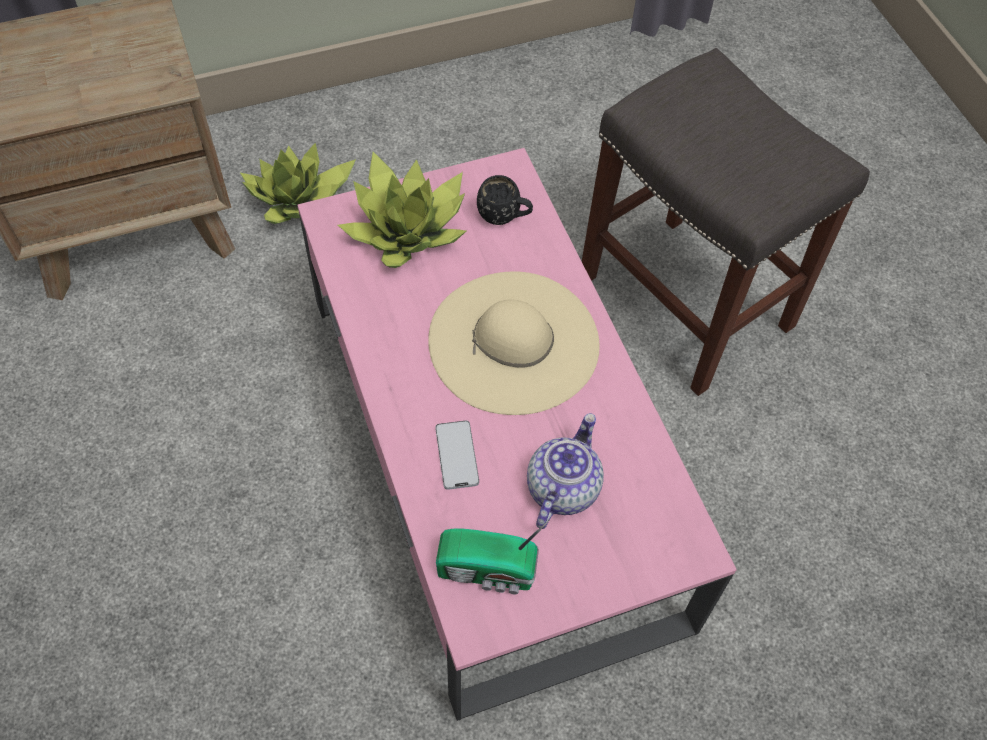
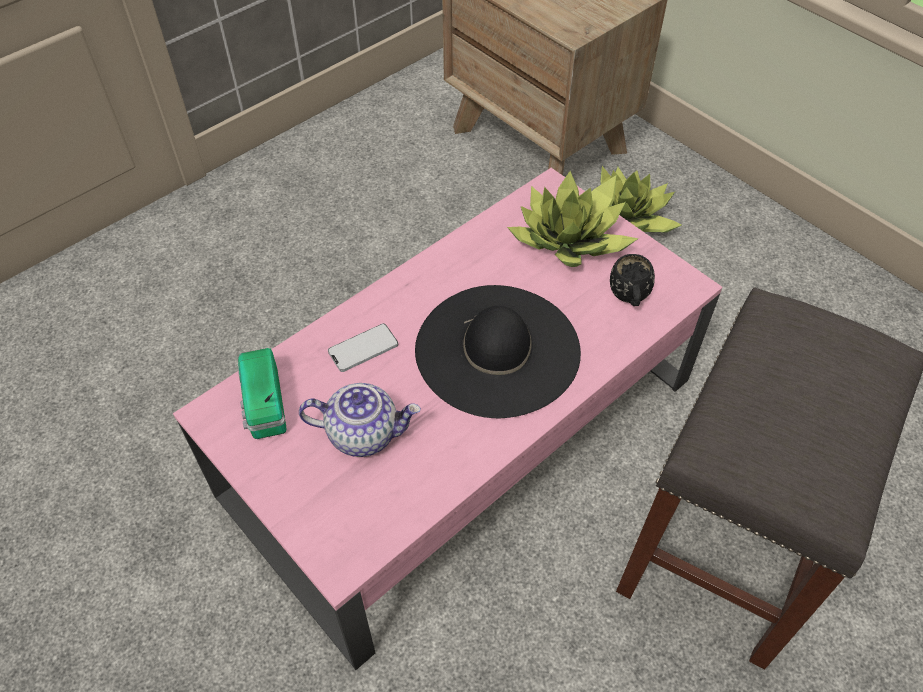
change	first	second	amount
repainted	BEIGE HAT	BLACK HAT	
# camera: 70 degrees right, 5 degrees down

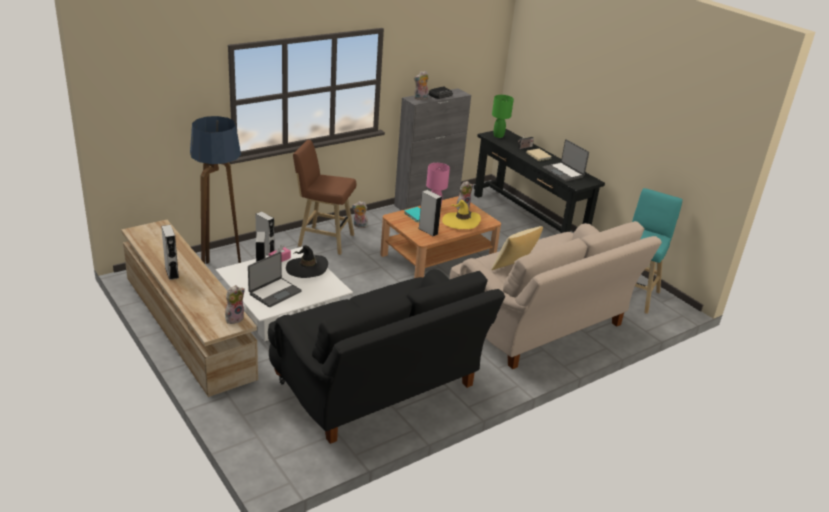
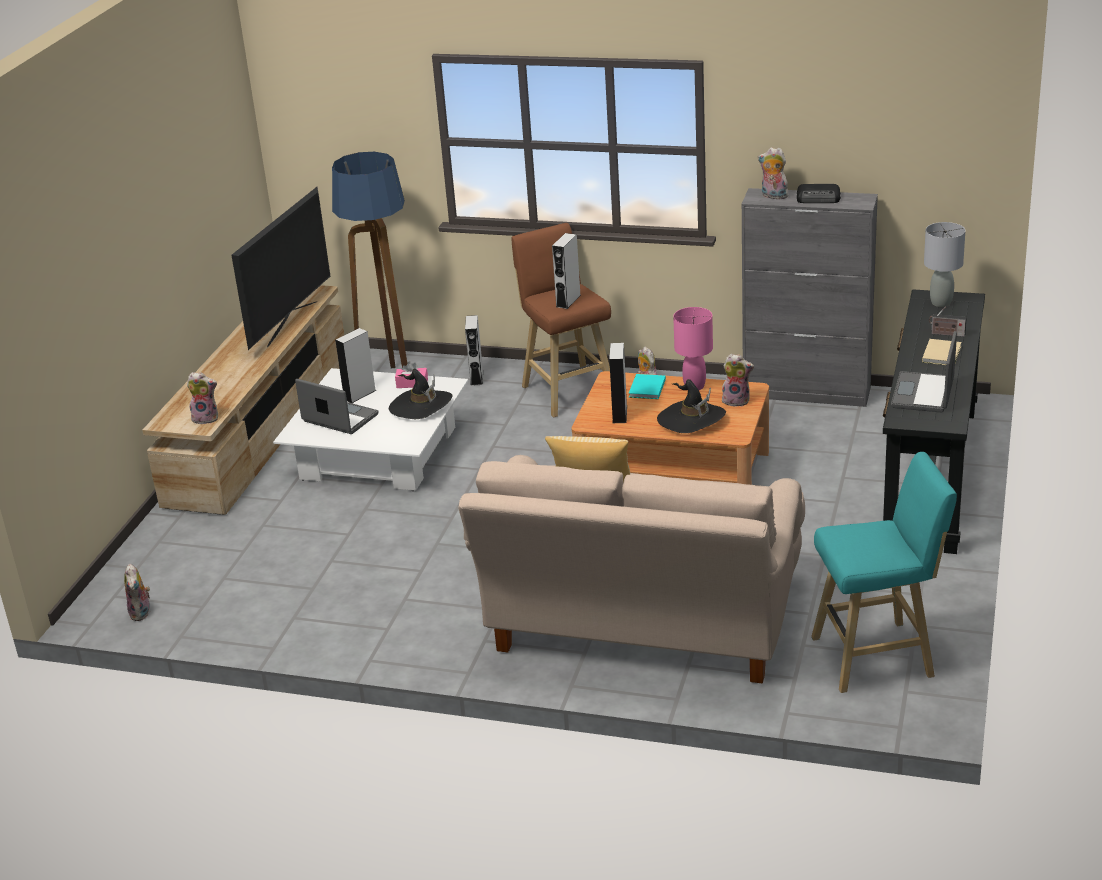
change	first	second	amount
gone	BLACK SOFA		
new		PLUSH TOY (no. 1 from left)	
new		TELEVISION	
shifted	GREY SPEAKER (no. 1 from left in the first image)	GREY SPEAKER (no. 3 from left)	
repainted	YELLOW HAT	BLACK HAT (no. 2 from left)	
repainted	GREEN TABLE LAMP	GREY TABLE LAMP	
rotated	LAPTOP (no. 1 from left)		150 degrees counterclockwise
# camera: 55 degrees right, 0 degrees up

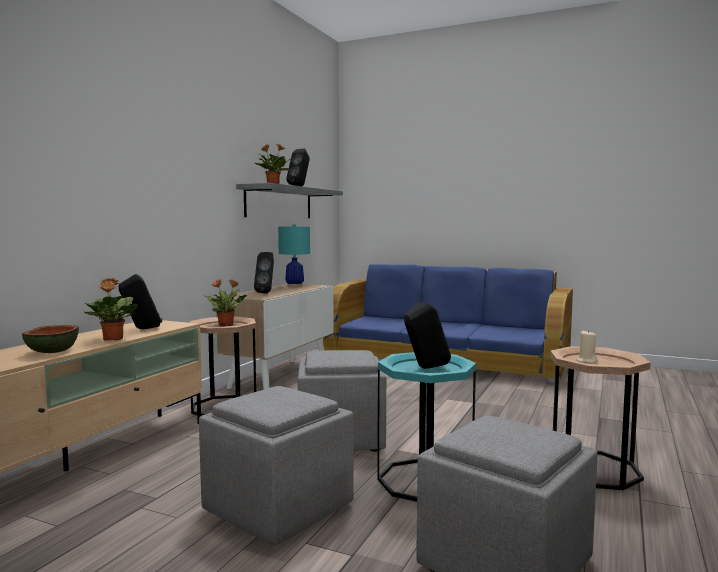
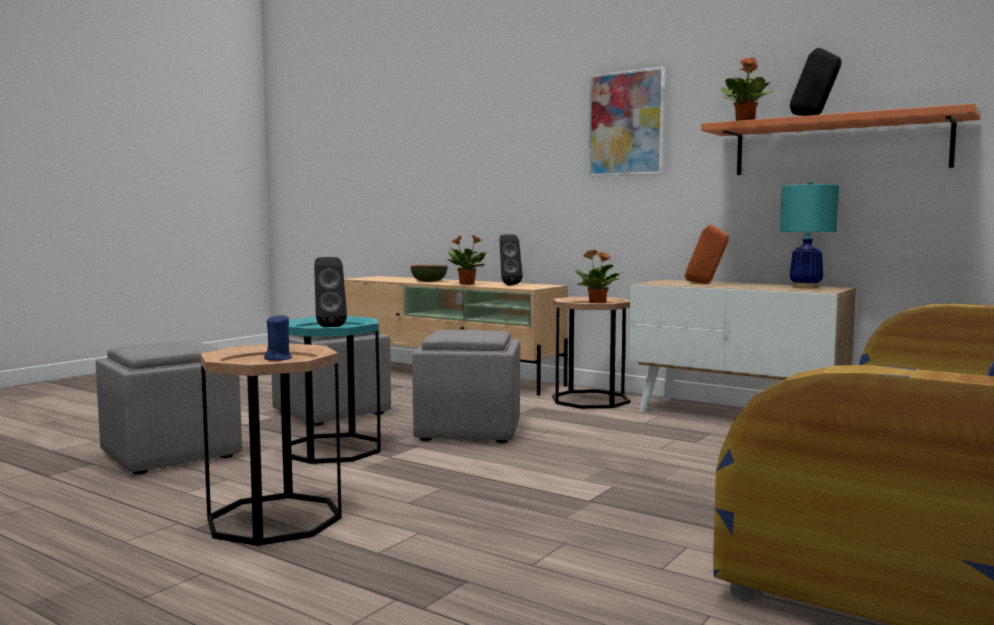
change	first	second	amount
new		PICTURE	
repainted	GREY SHELF	ORANGE SHELF	
repainted	BLACK SPEAKER (no. 2 from left)	ORANGE SPEAKER	
repainted	BEIGE CANDLE	BLUE CANDLE	
# camera: 100 degrees right, 0 degrees up

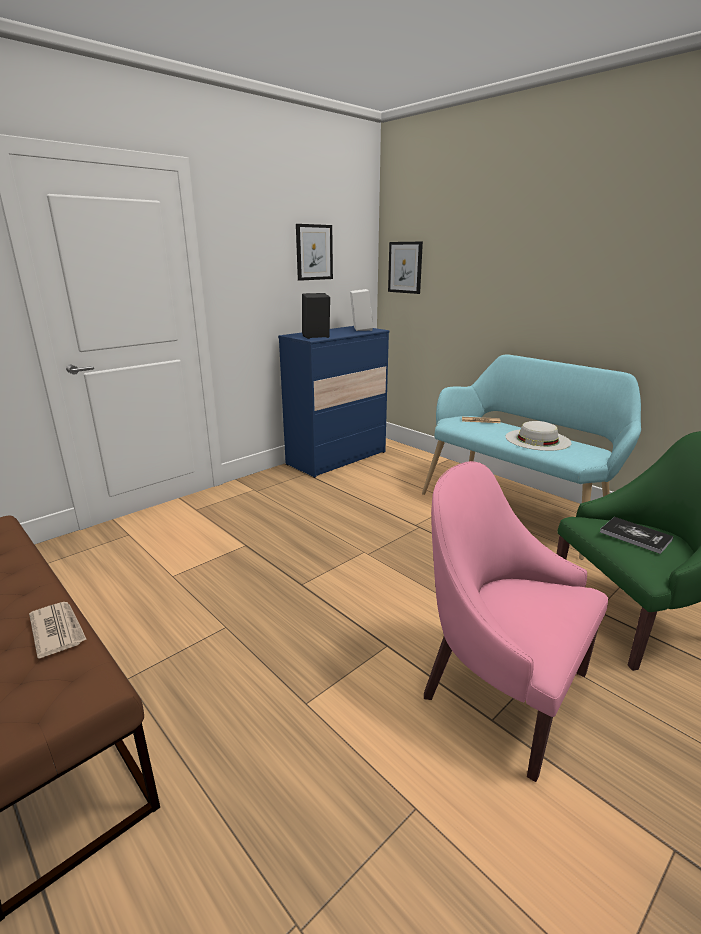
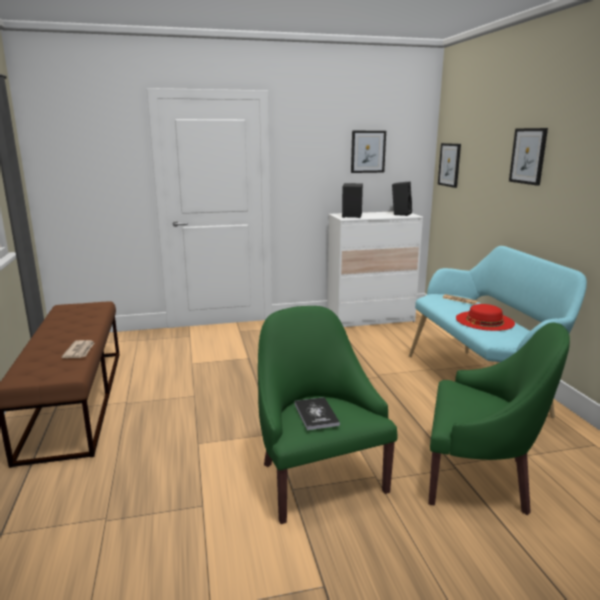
change	first	second	amount
new		PICTURE (no. 3 from left)	
shifted	BOOK		
repainted	BLUE DRESSER	WHITE DRESSER	
repainted	WHITE SPEAKER	BLACK SPEAKER (no. 2 from left)	
repainted	PINK ARMCHAIR	GREEN ARMCHAIR (no. 1 from left)	
repainted	WHITE HAT	RED HAT	
# camera: 30 degrees right, 5 degrees down

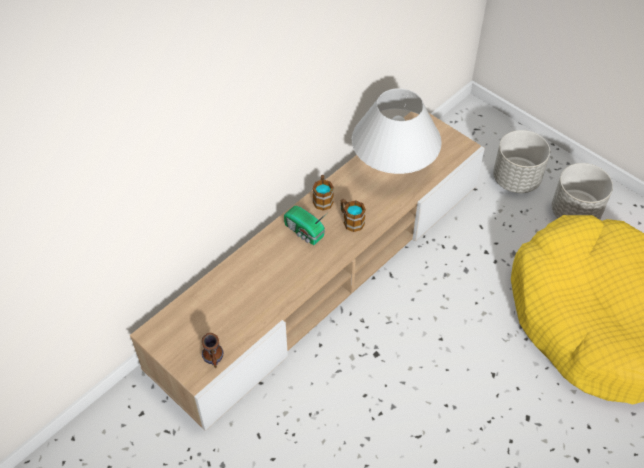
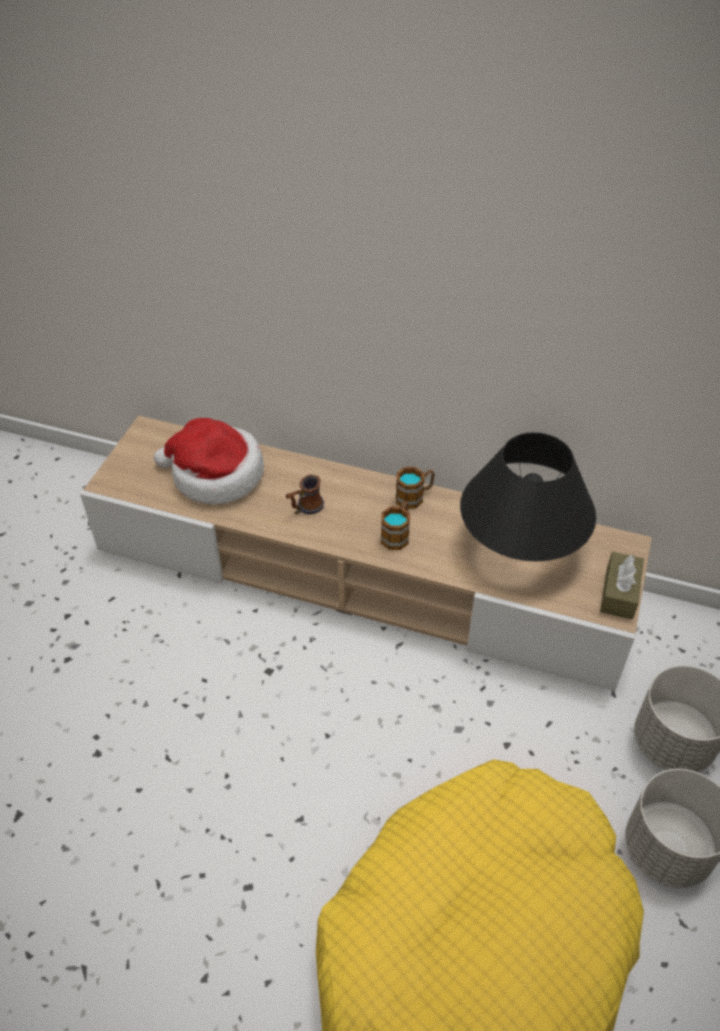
change	first	second	amount
gone	RADIO		
new		HAT	
new		BROWN TISSUE BOX	
shifted	MUG (no. 1 from left)		
repainted	WHITE TABLE LAMP	BLACK TABLE LAMP	
# camera: 65 degrees right, 5 degrees down

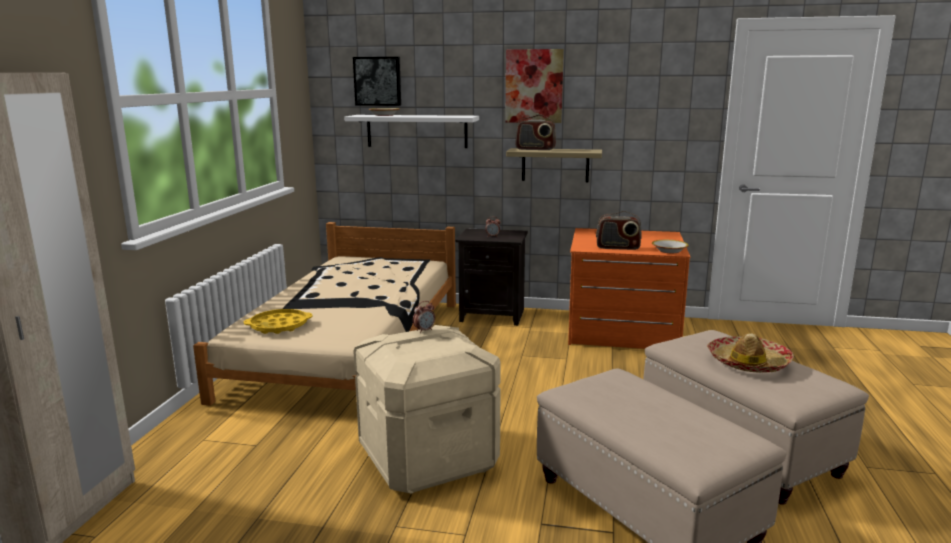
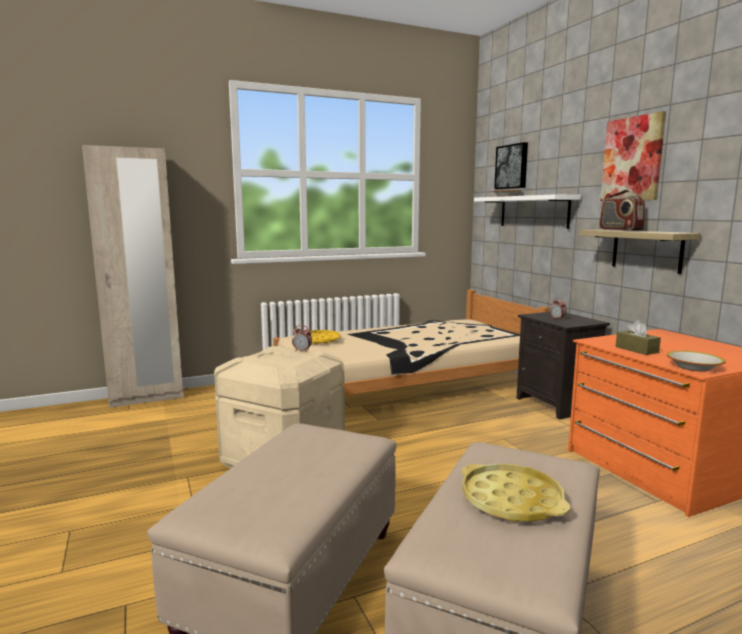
change	first	second	amount
swapped	RADIO (no. 2 from left)	BROWN TISSUE BOX	
swapped	HAT	YELLOW TRAY (no. 2 from left)	
# camera: 55 degrees right, 5 degrees down

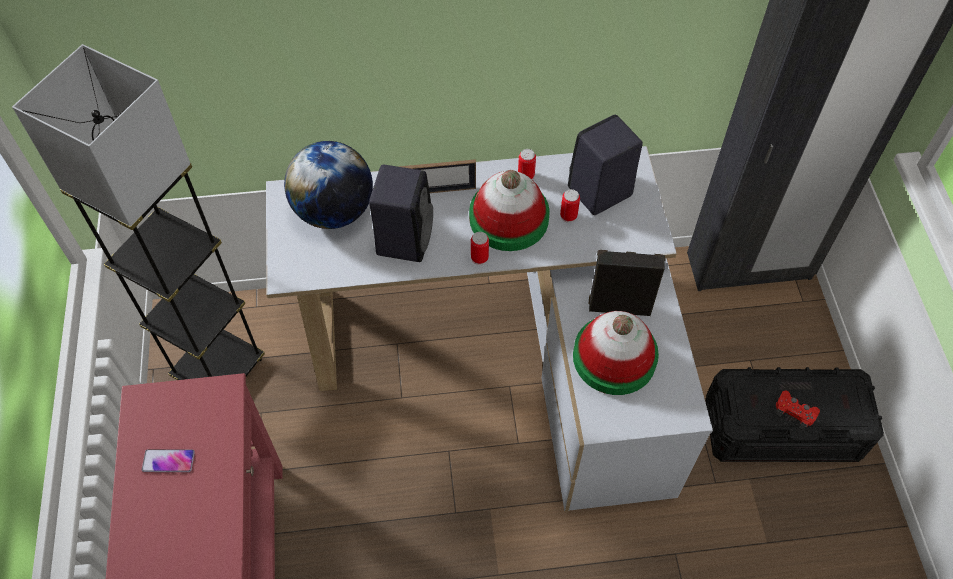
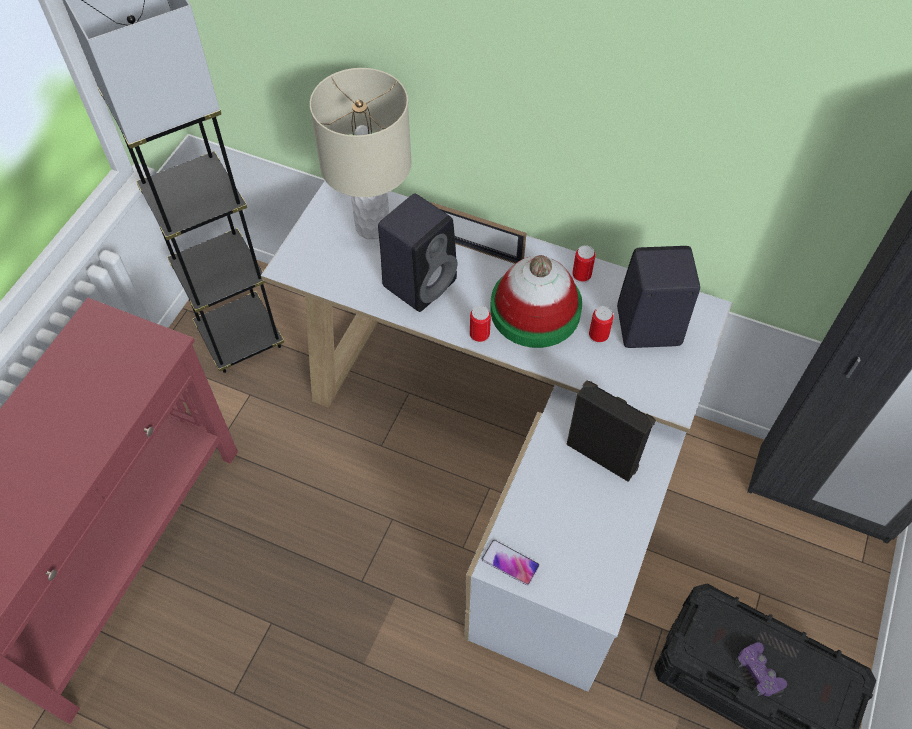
change	first	second	amount
gone	HAT (no. 2 from left)		
shifted	PHONE		
swapped	GLOBE	BEIGE TABLE LAMP	
repainted	RED GAME CONTROLLER	PURPLE GAME CONTROLLER	
# camera: 30 degrees right, 0 degrees up

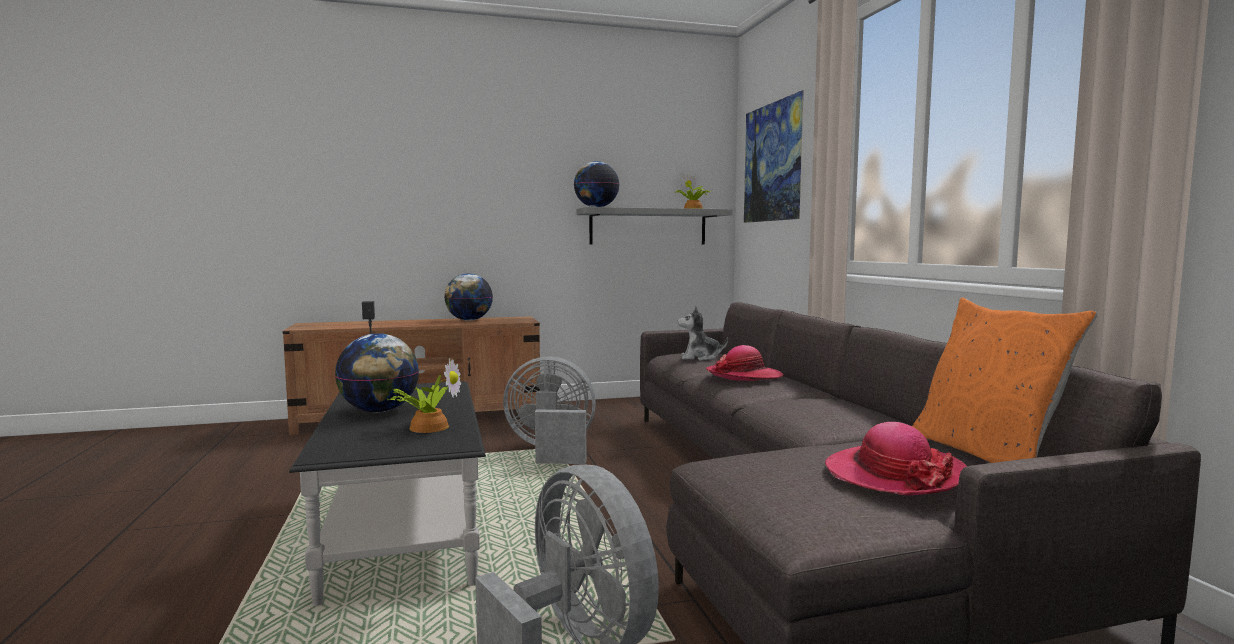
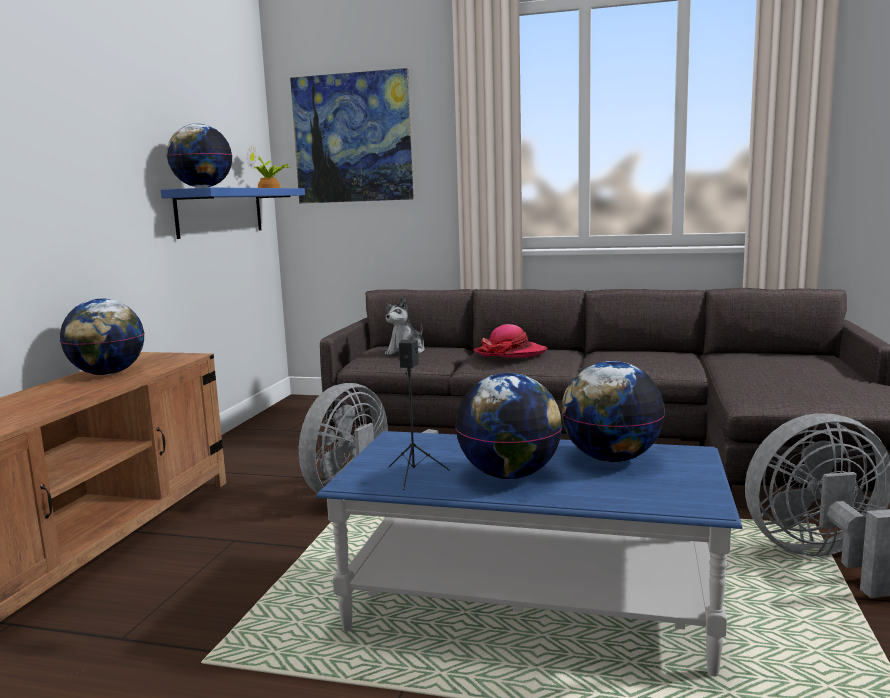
change	first	second	amount
gone	HAT (no. 2 from left)		
gone	ORANGE PILLOW		
swapped	POTTED PLANT (no. 1 from left)	GLOBE (no. 4 from left)	
repainted	BLACK COFFEE TABLE	BLUE COFFEE TABLE	
repainted	GREY SHELF	BLUE SHELF	
# camera: 60 degrees left, 5 degrees up

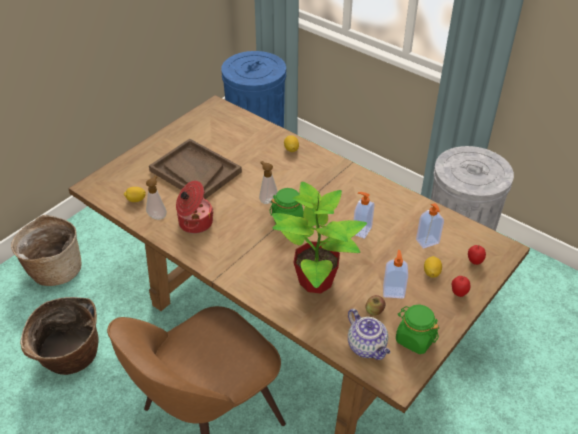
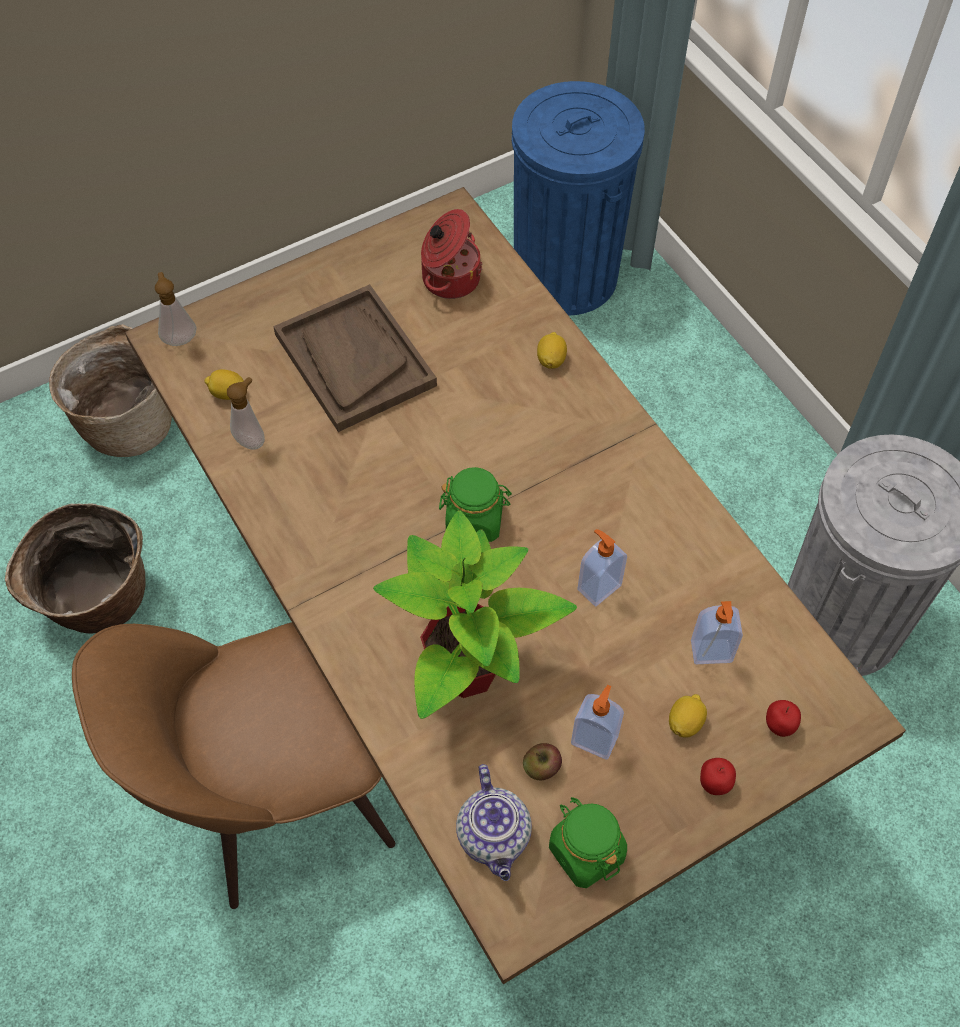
change	first	second	amount
shifted	COOKING POT		
shifted	SOAP DISPENSER (no. 2 from left in the first image)	SOAP DISPENSER (no. 1 from left)	
# camera: 20 degrees right, 15 degrees up

